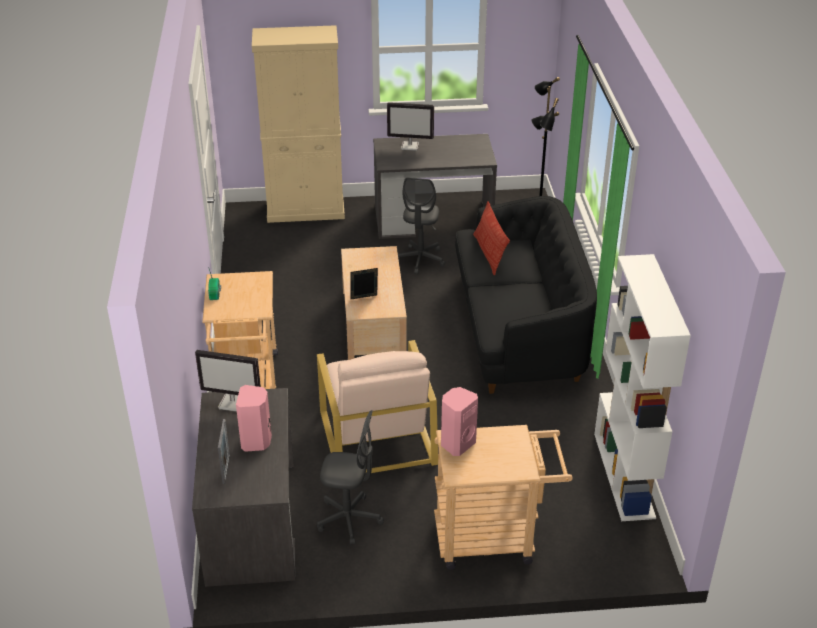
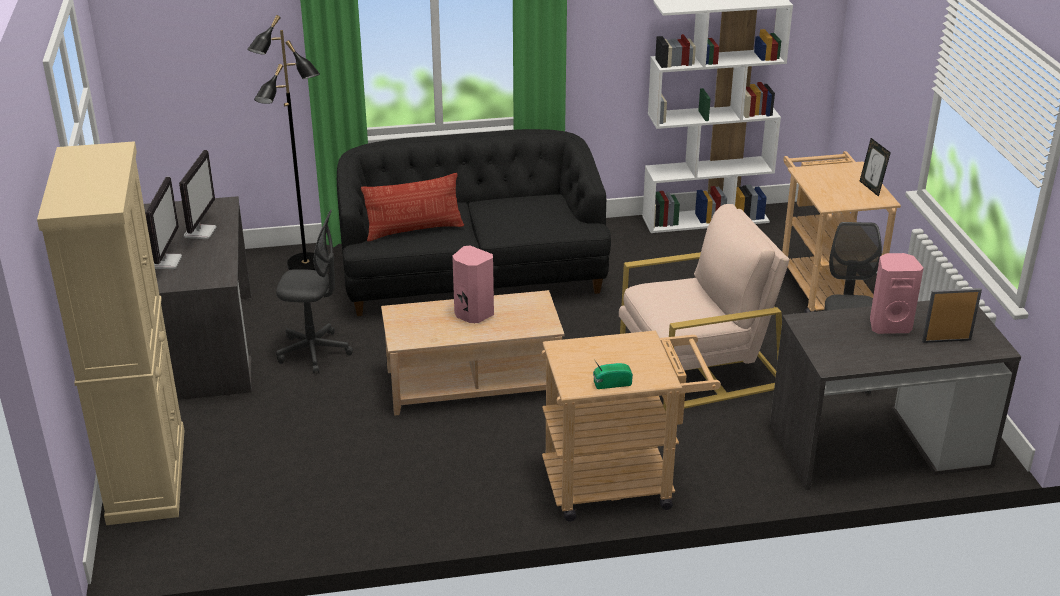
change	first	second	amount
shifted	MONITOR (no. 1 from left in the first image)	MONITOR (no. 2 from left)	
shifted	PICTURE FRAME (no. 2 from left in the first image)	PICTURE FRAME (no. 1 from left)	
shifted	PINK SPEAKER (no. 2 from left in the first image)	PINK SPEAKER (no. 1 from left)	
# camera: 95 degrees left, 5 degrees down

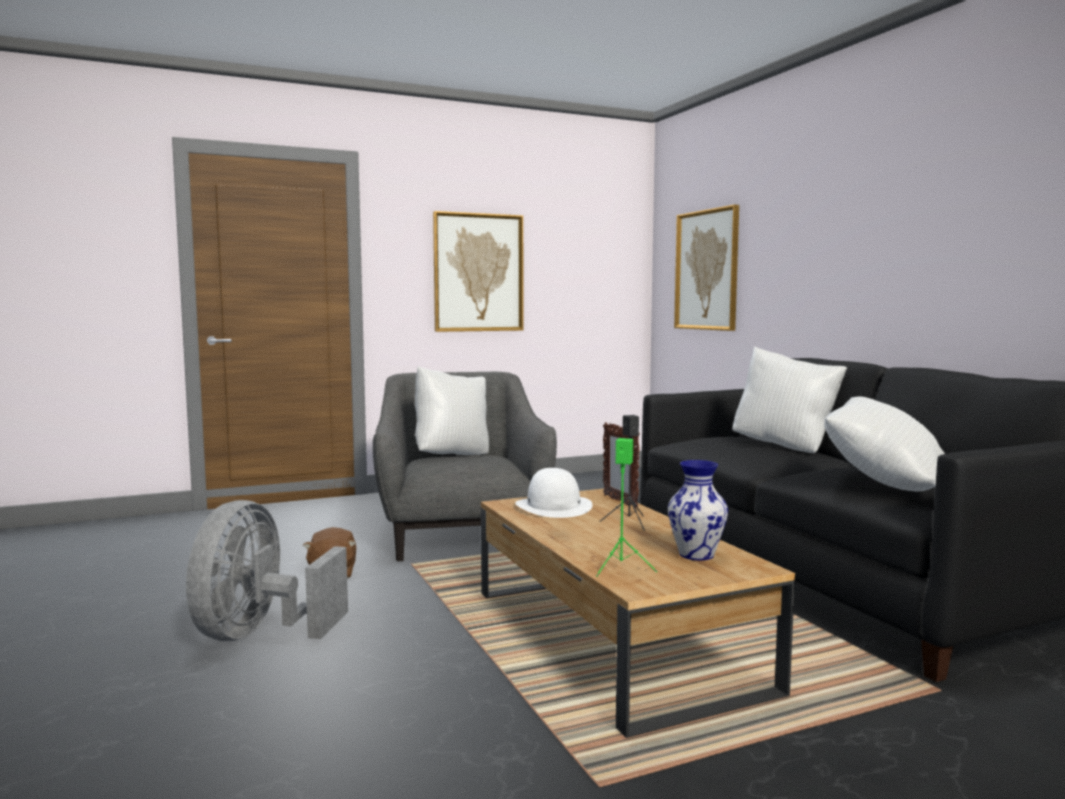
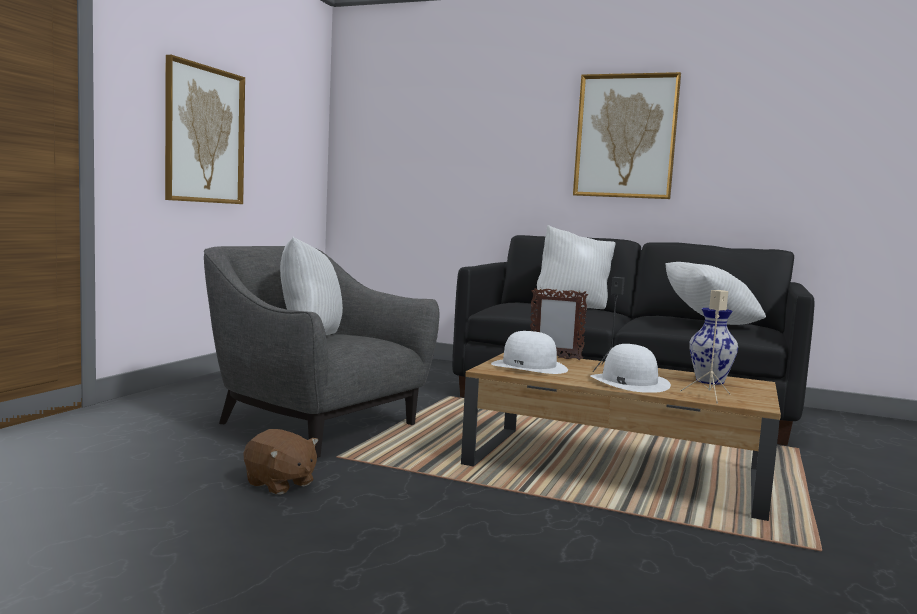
change	first	second	amount
gone	GREY FAN		
new		WHITE HAT (no. 2 from left)	
shifted	PICTURE (no. 2 from left)		
repainted	GREEN SPEAKER	BEIGE SPEAKER	
# camera: 45 degrees left, 0 degrees up

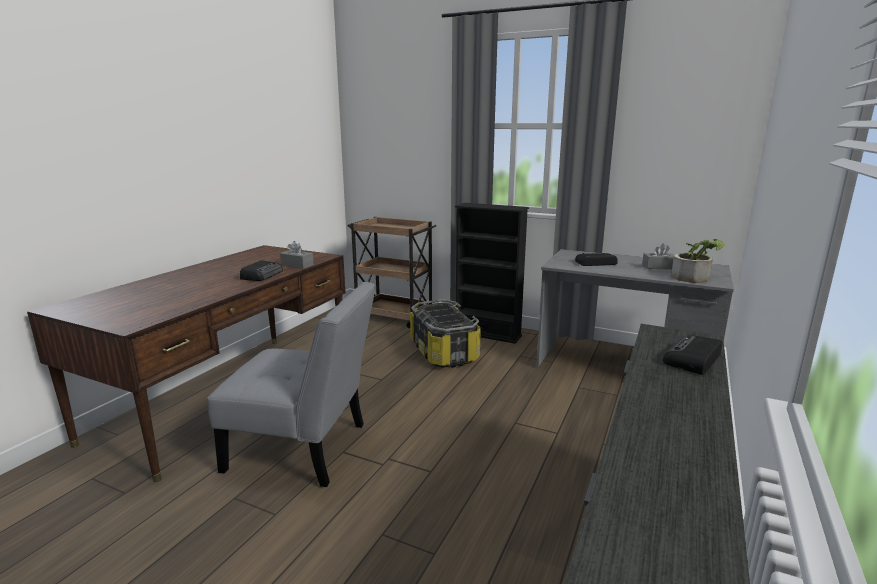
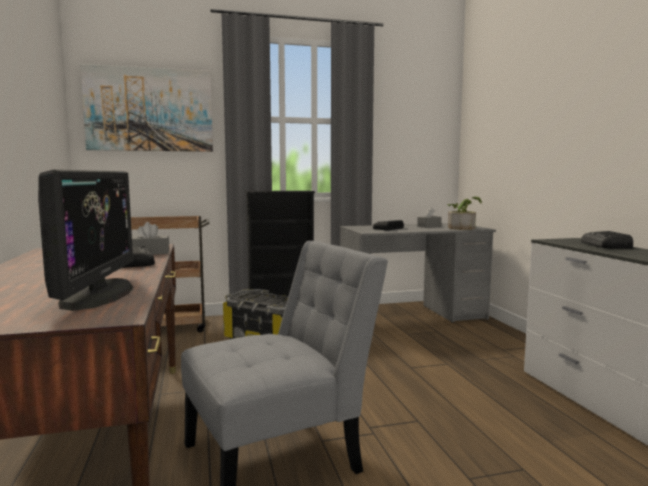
change	first	second	amount
new		MONITOR	
new		PICTURE	
# camera: 40 degrees left, 10 degrees down

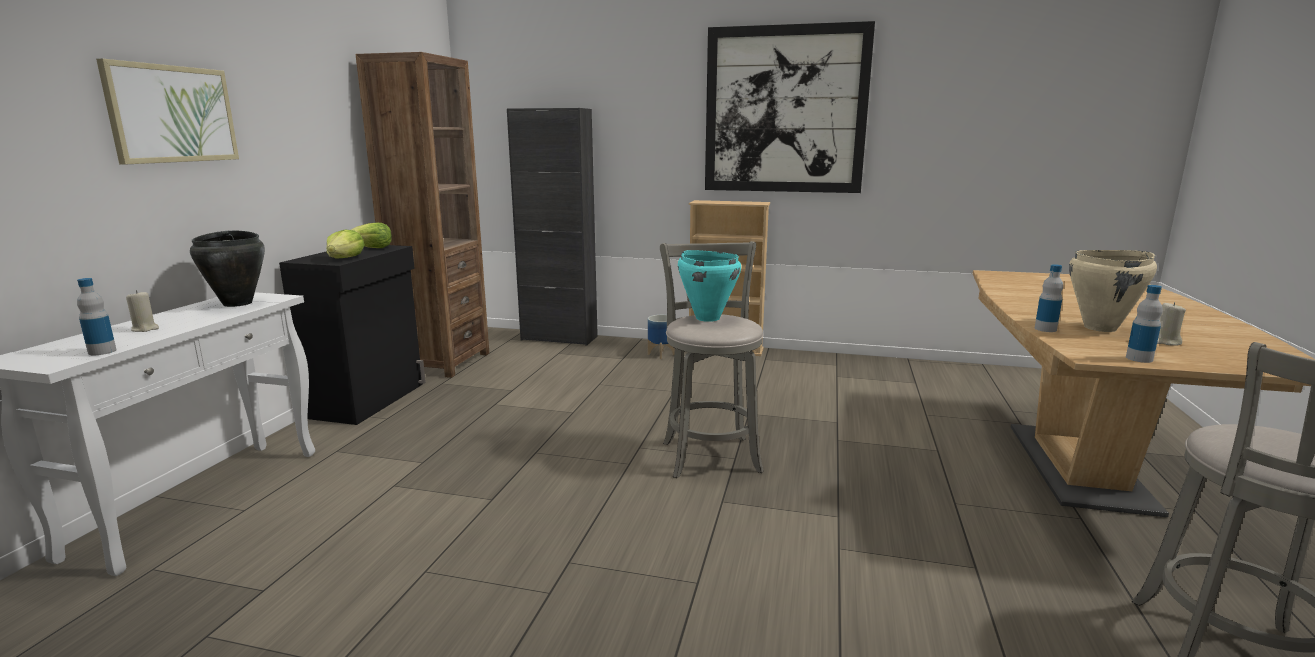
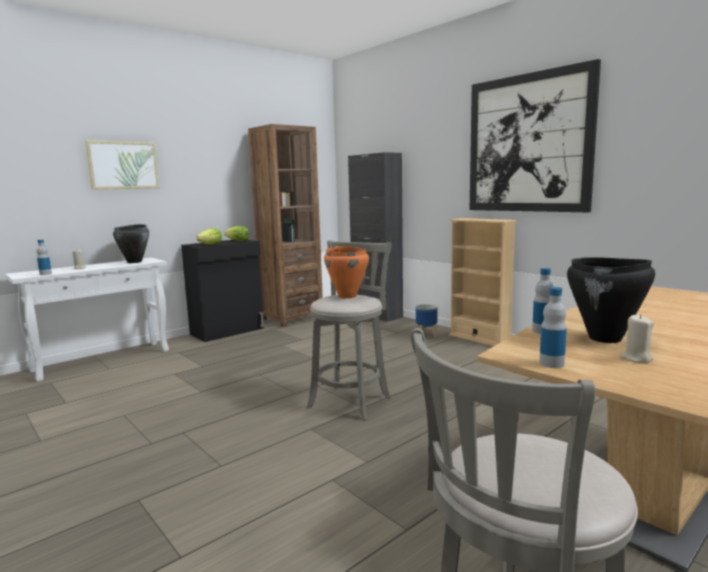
change	first	second	amount
repainted	TURQUOISE COOKING POT	ORANGE COOKING POT	
repainted	BEIGE COOKING POT	BLACK COOKING POT (no. 2 from left)	
# camera: 35 degrees right, 5 degrees down

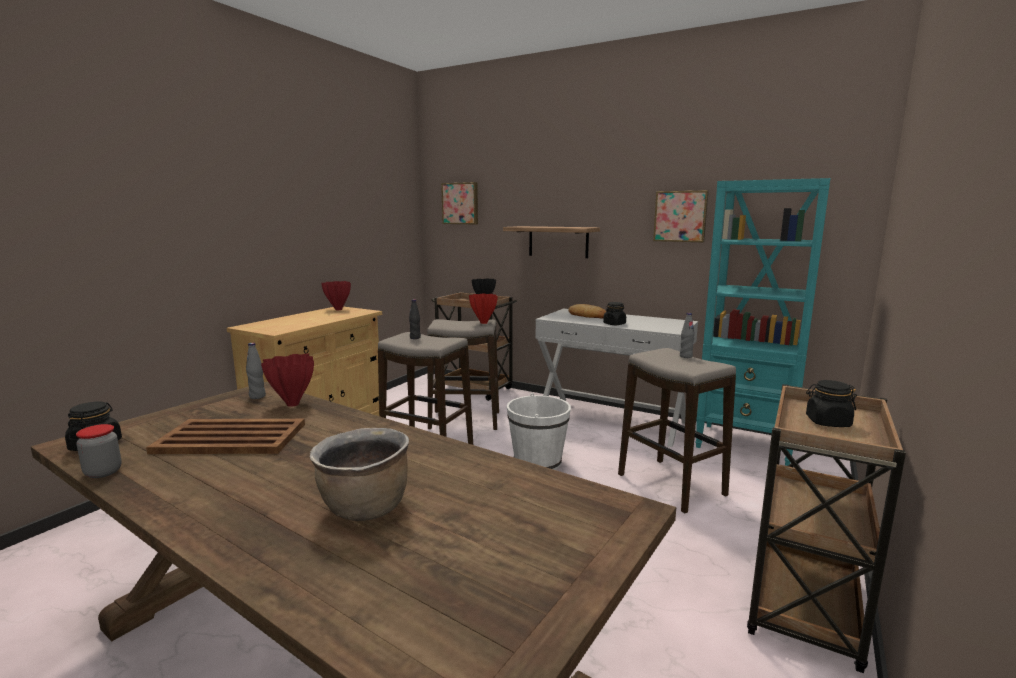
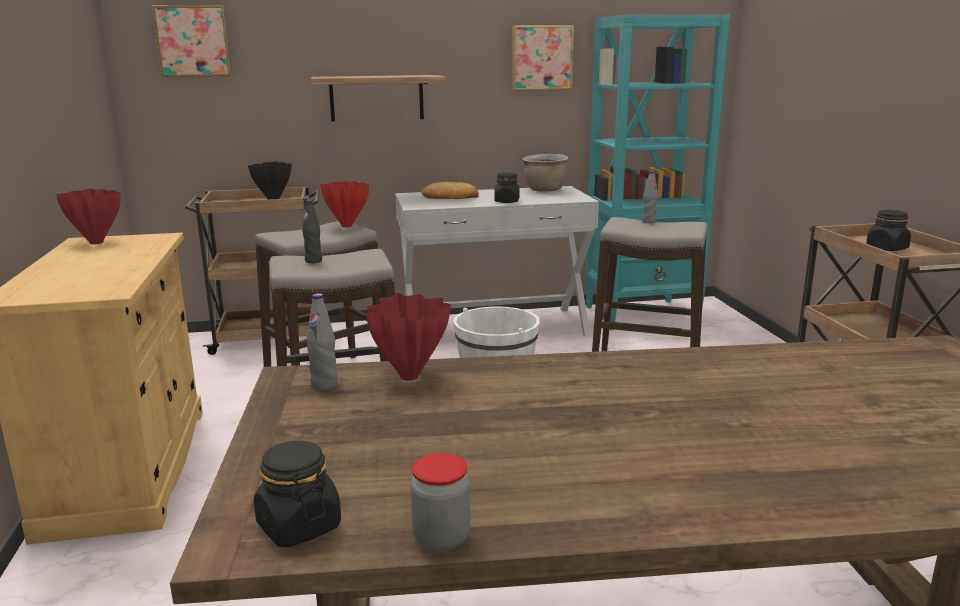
change	first	second	amount
gone	BROWN TRAY		
shifted	BROWN COOKING POT		
# camera: 40 degrees left, 5 degrees up

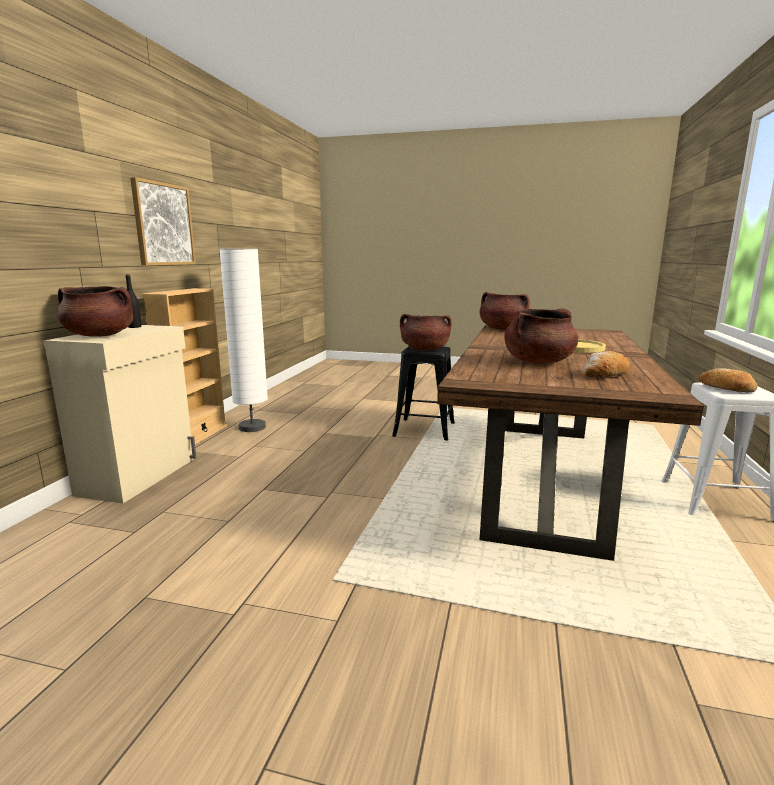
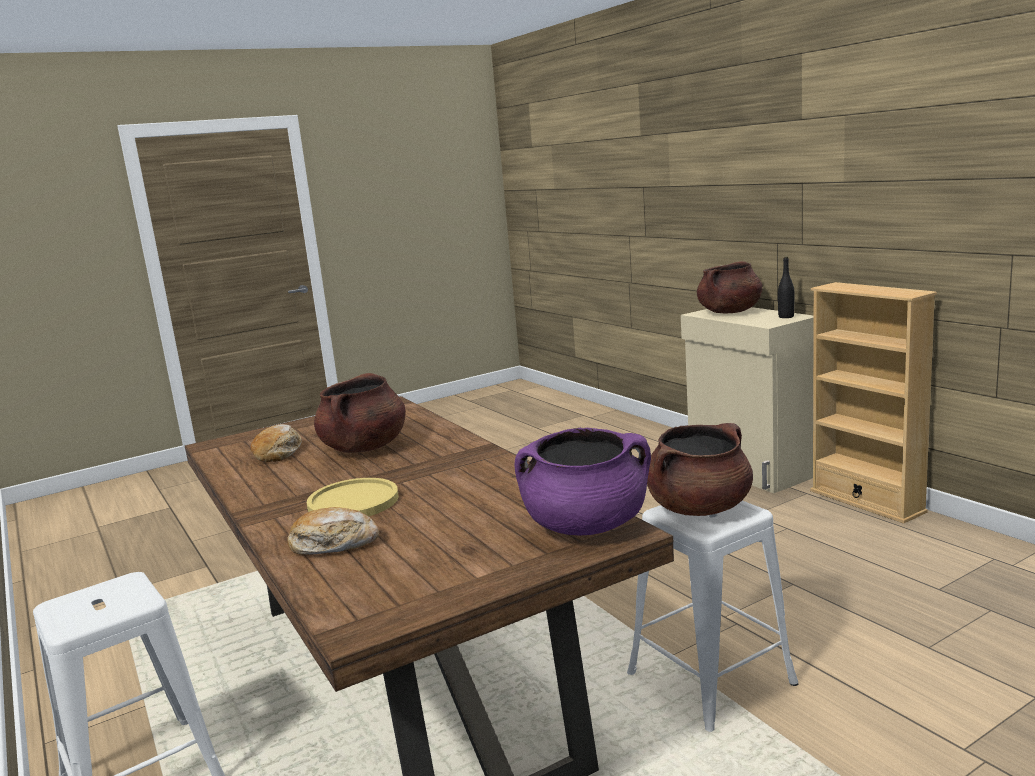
change	first	second	amount
gone	PICTURE		
gone	WHITE FLOOR LAMP		
shifted	BREAD (no. 2 from left)		
repainted	BLACK STOOL	WHITE STOOL (no. 2 from left)	
repainted	BROWN COOKING POT (no. 3 from left)	PURPLE COOKING POT	
# camera: 135 degrees right, 0 degrees up

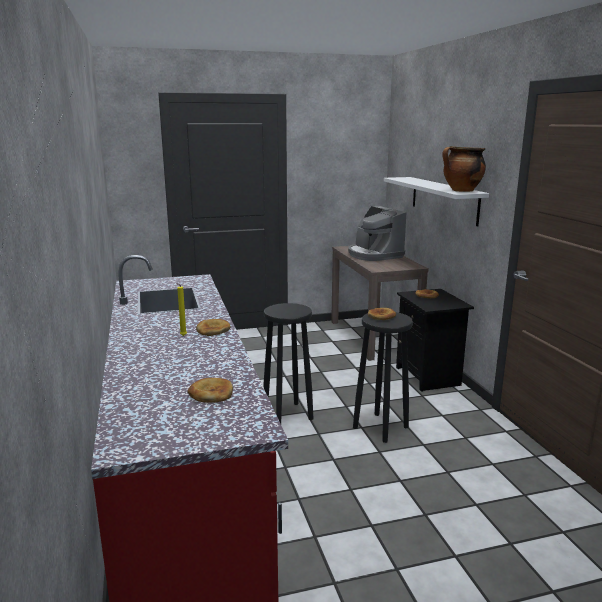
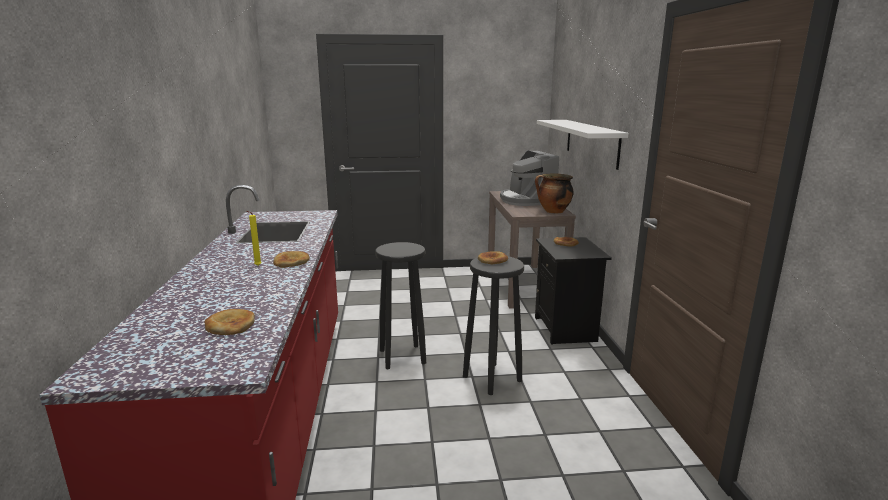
change	first	second	amount
shifted	COOKING POT		
# camera: 10 degrees right, 0 degrees up

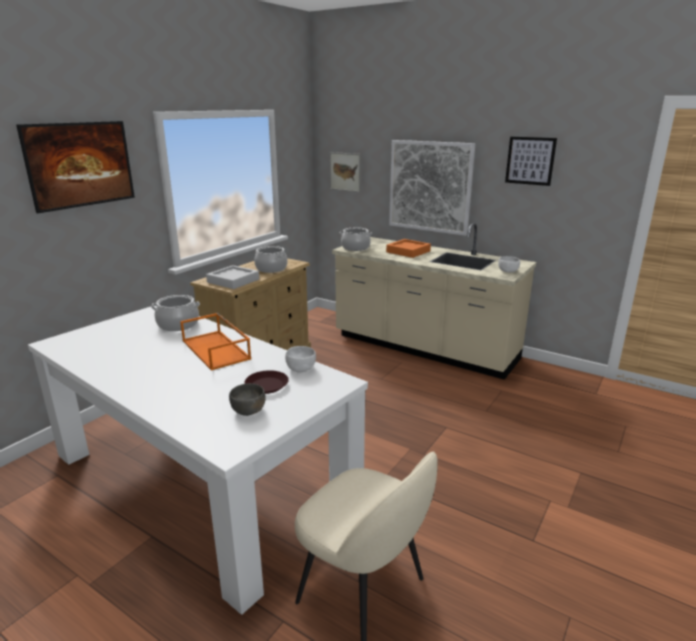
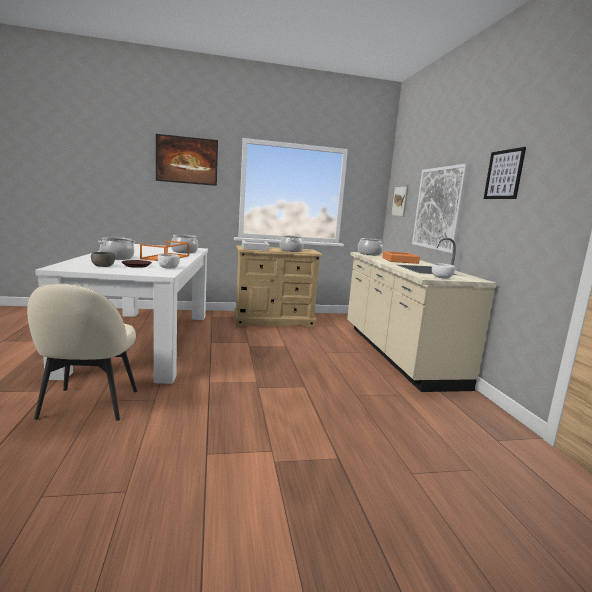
change	first	second	amount
new		COOKING POT (no. 1 from left)	
# camera: 45 degrees right, 10 degrees down

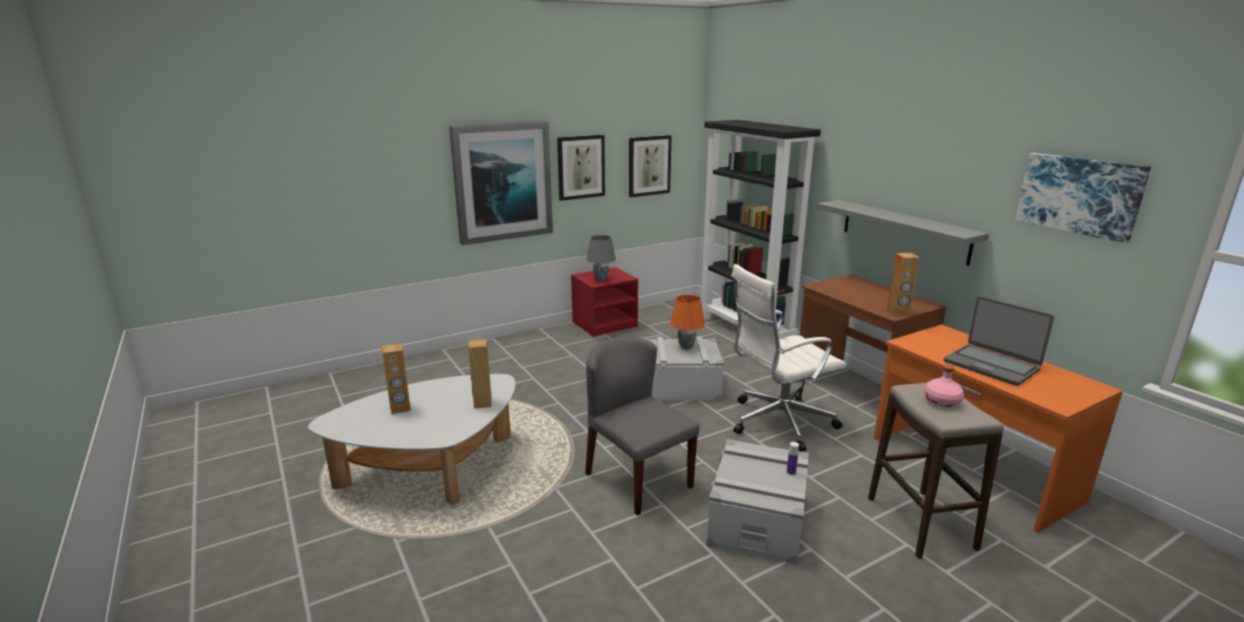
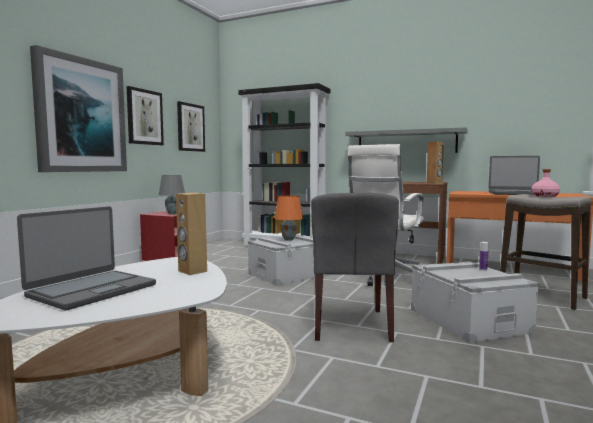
change	first	second	amount
gone	PICTURE (no. 4 from left)		
swapped	BROWN SPEAKER (no. 1 from left)	LAPTOP (no. 1 from left)	
rotated	GREY CHAIR		105 degrees counterclockwise
# camera: 35 degrees left, 15 degrees down

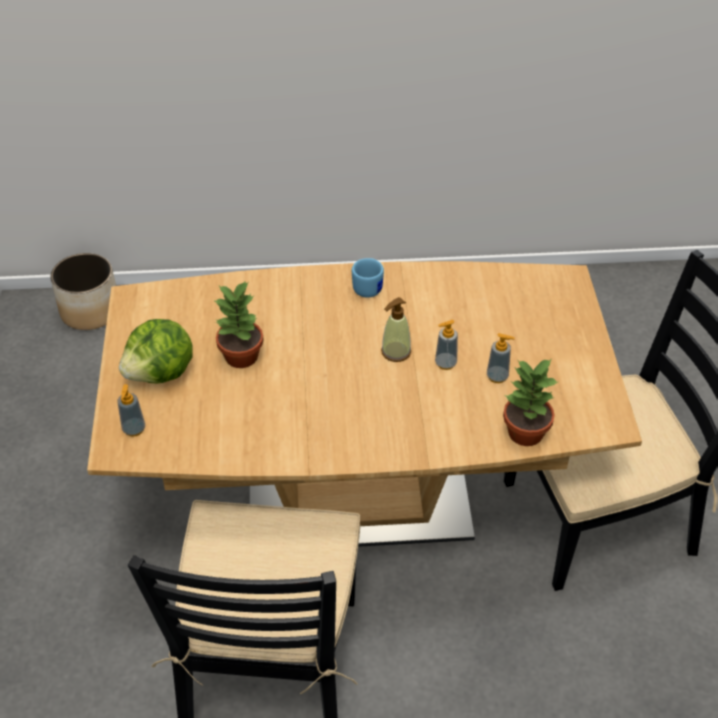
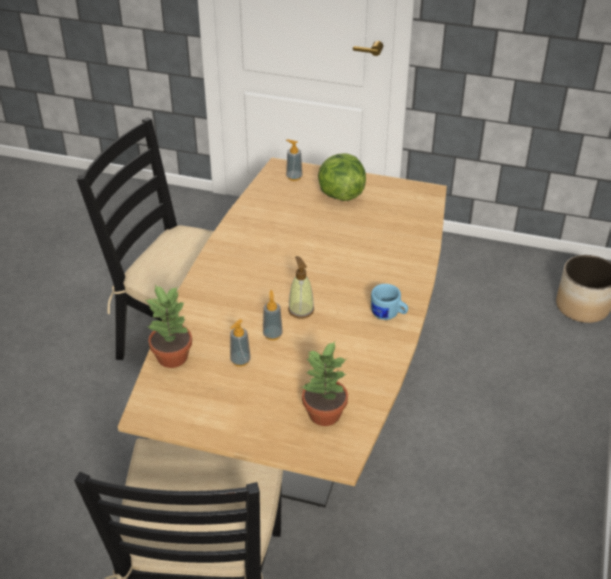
change	first	second	amount
shifted	POTTED PLANT (no. 1 from left in the first image)	POTTED PLANT (no. 2 from left)	
# camera: 110 degrees right, 5 degrees down

